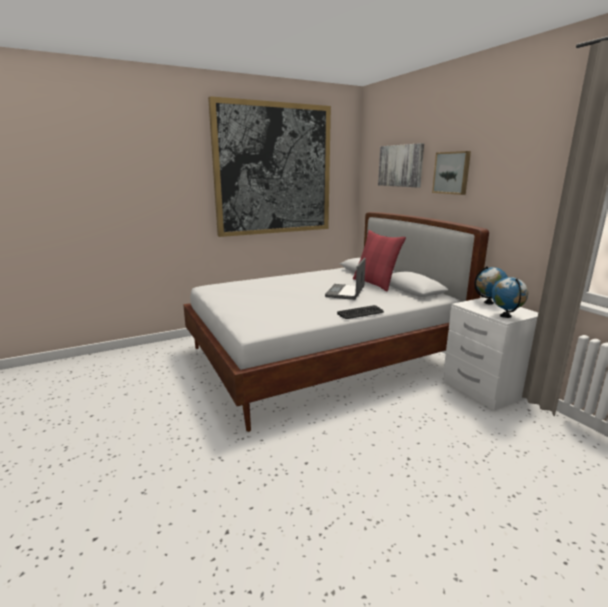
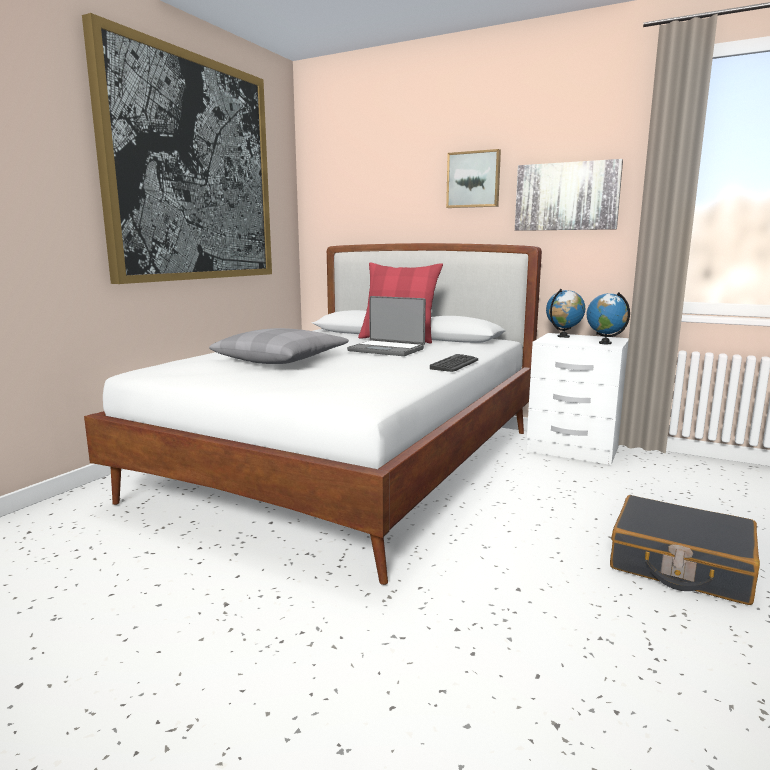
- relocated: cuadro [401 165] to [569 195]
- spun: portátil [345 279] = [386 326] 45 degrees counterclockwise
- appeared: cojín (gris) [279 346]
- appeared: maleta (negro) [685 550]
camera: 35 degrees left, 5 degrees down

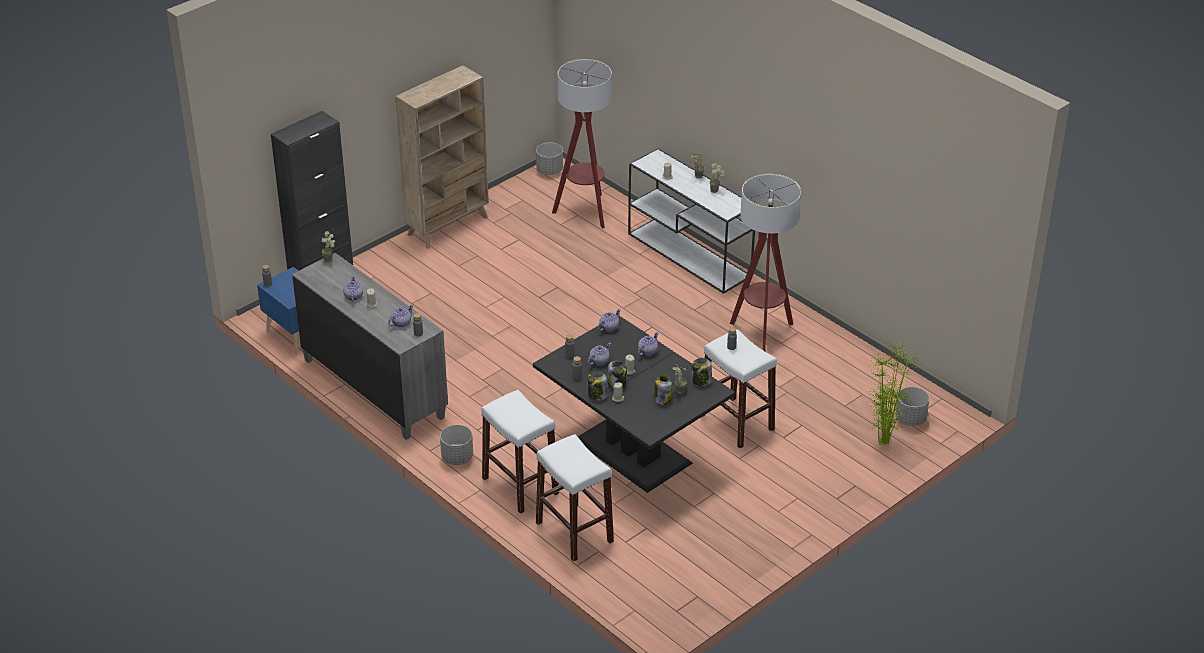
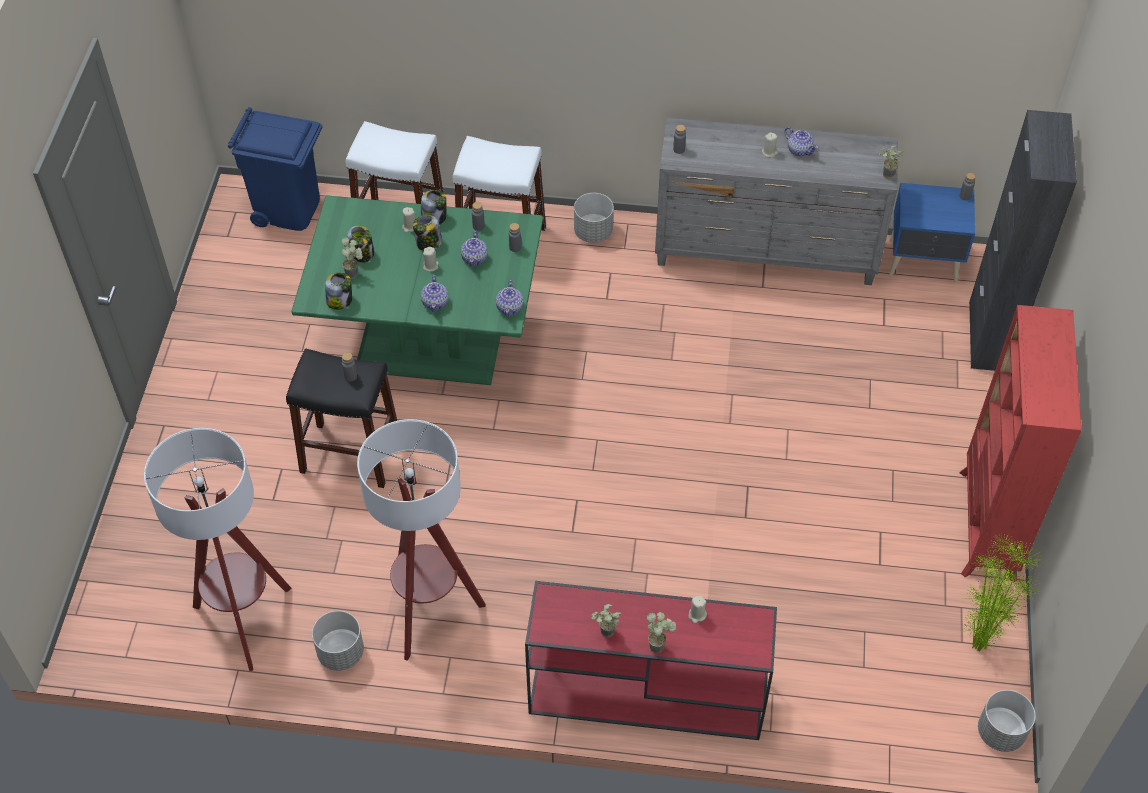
- relocated: lámpara de pie [582 143] to [218 549]
- colour: estantería (beis) [442 156] to estantería (rojo) [1020 444]
- colour: mesa consola (blanco) [691 221] to mesa consola (rojo) [651 660]
- missing: tetera [401 316]
- colour: mesa de comedor (negro) [634 404] to mesa de comedor (verde) [417 290]
- colour: taburete (blanco) [739 388] to taburete (negro) [341 418]
- relocated: planta en maceta [894 393] to [1001 592]
- relocated: maceta (gris) [912 406] to [338 641]
- appeared: papelera (azul) [275 169]
camera: 140 degrees right, 15 degrees up

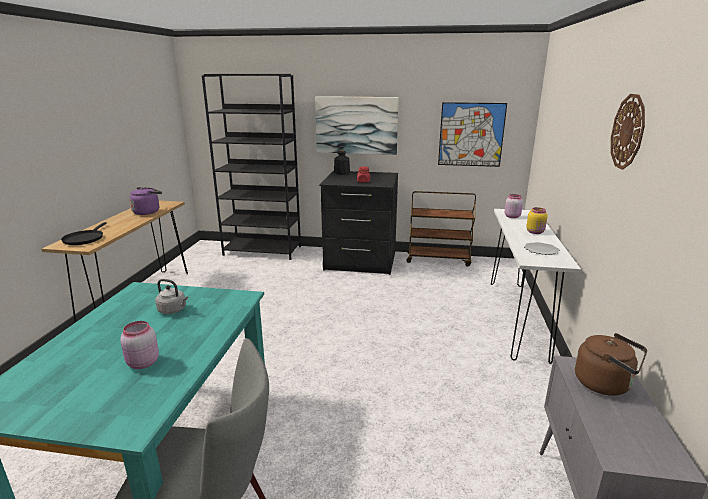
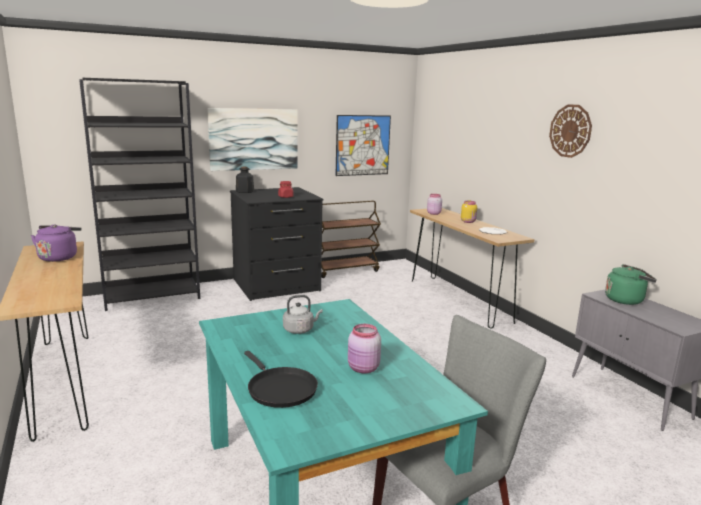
- colour: mesa consola (blanco) [536 286] to mesa consola (marrón) [472 268]
- relocated: sartén (negro) [84 233] to [281 379]
- colour: hervidor (marrón) [611 364] to hervidor (verde) [631 284]
camera: 35 degrees left, 5 degrees down

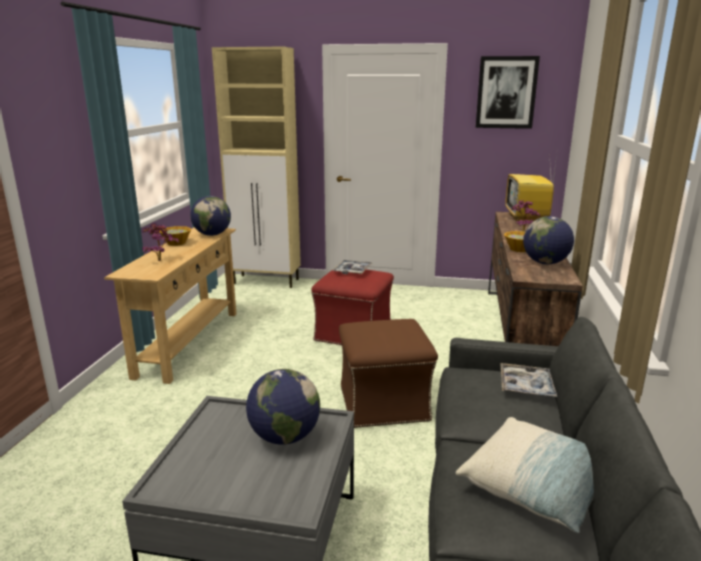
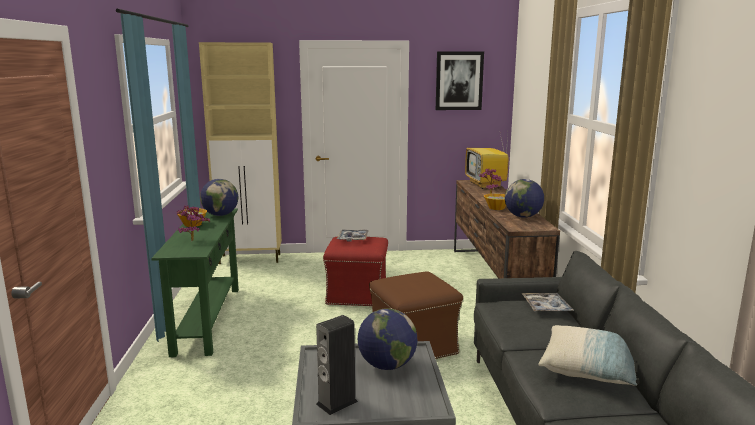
- colour: mesa consola (beis) [170 305] to mesa consola (verde) [195 283]
- appeared: altavoz [337 365]
camera: 15 degrees left, 5 degrees down

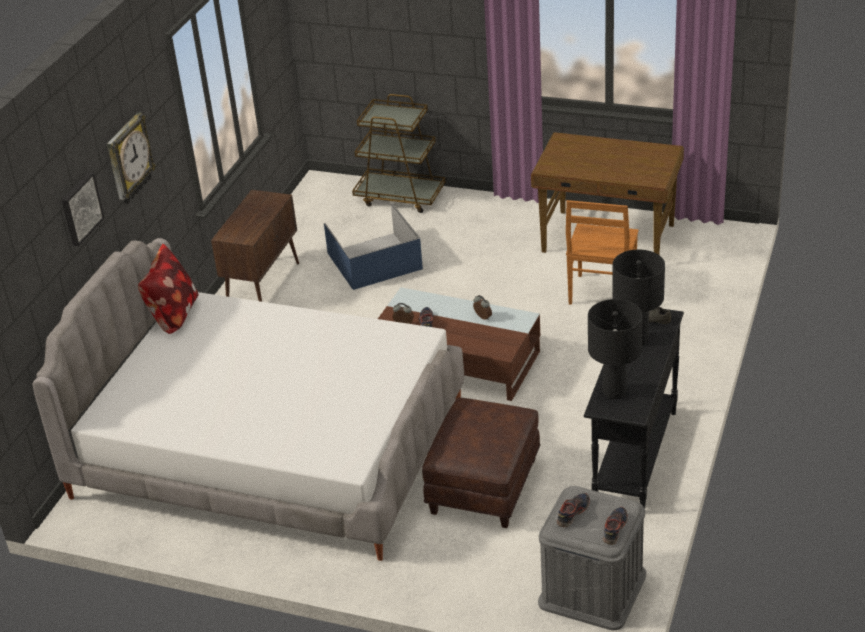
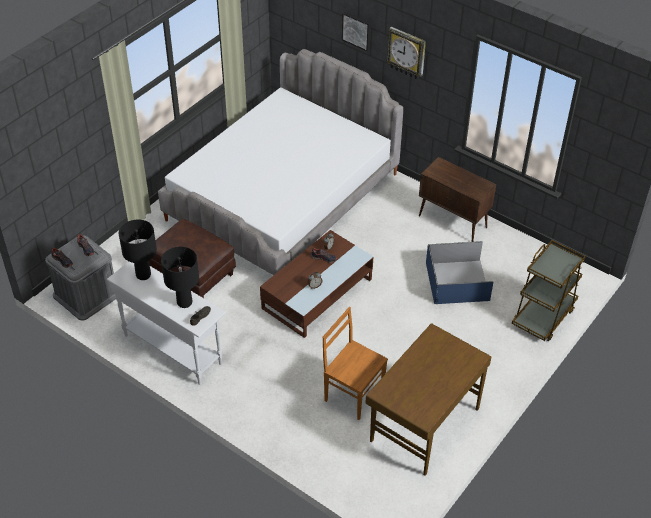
- missing: cojín [168 289]
- colour: mesa consola (negro) [634 408] to mesa consola (blanco) [166 323]
camera: 105 degrees right, 10 degrees up

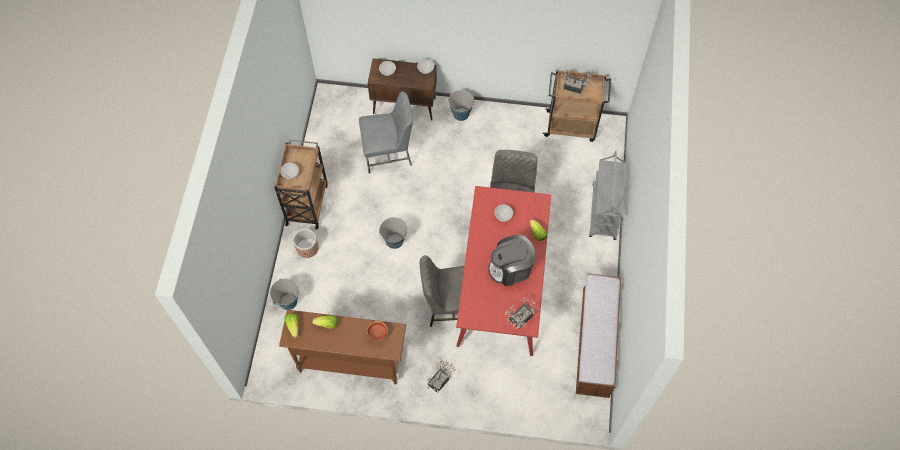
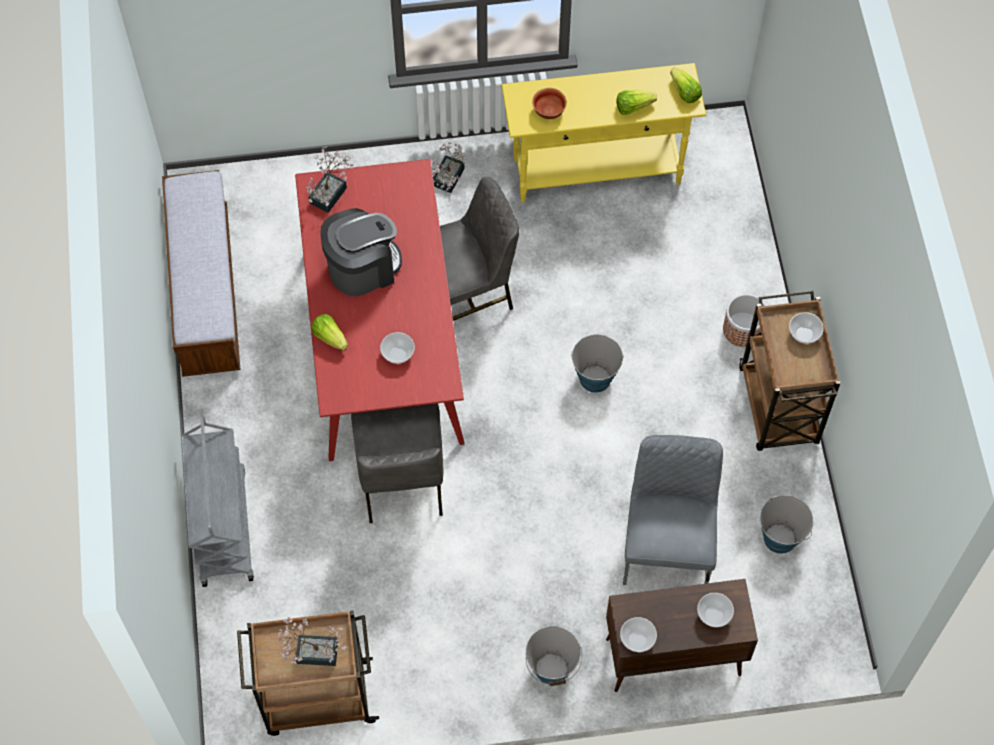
- spun: silla (gris) [386 133] = [673 510] 120 degrees clockwise
- relocated: cubo [284 294] to [787 524]
- colour: mesa consola (marrón) [342 347] to mesa consola (amarillo) [603 132]
camera: 165 degrees right, 0 degrees up

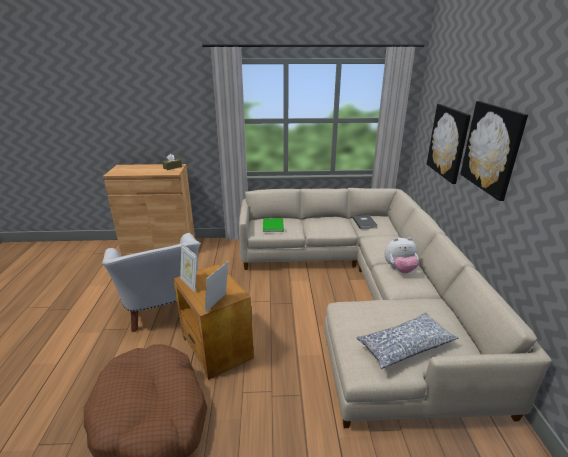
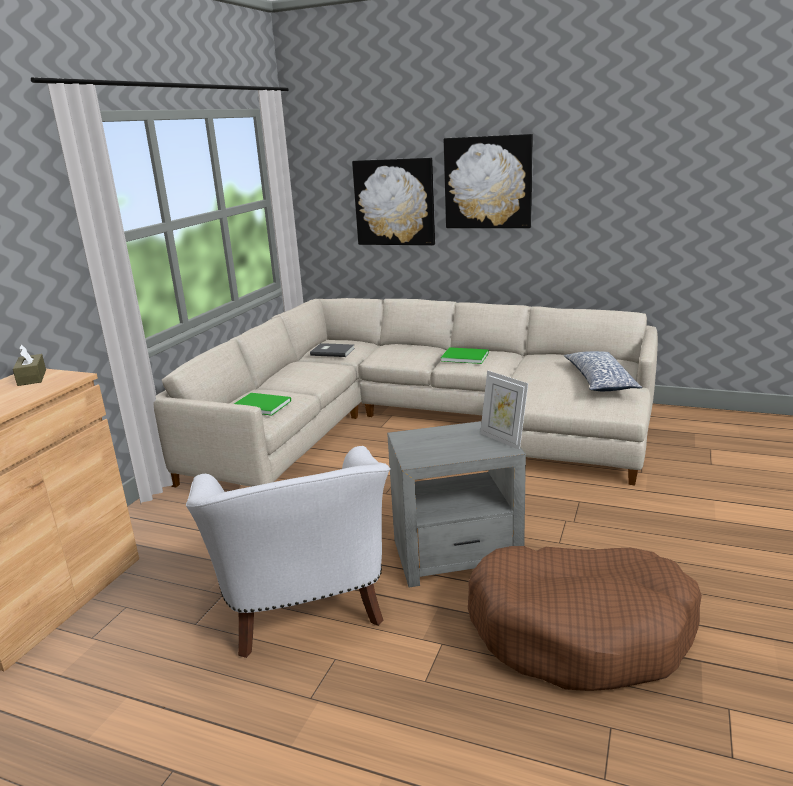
- spun: sillón (blanco) [151 282] = [288 552] 75 degrees clockwise
- exchanged: peluche [401 255] to libro (verde) [465 355]
- missing: portarretratos [188 267]
- colour: mesa auxiliar (marrón) [213 322] to mesa auxiliar (gris) [456 504]
camera: 65 degrees left, 5 degrees down

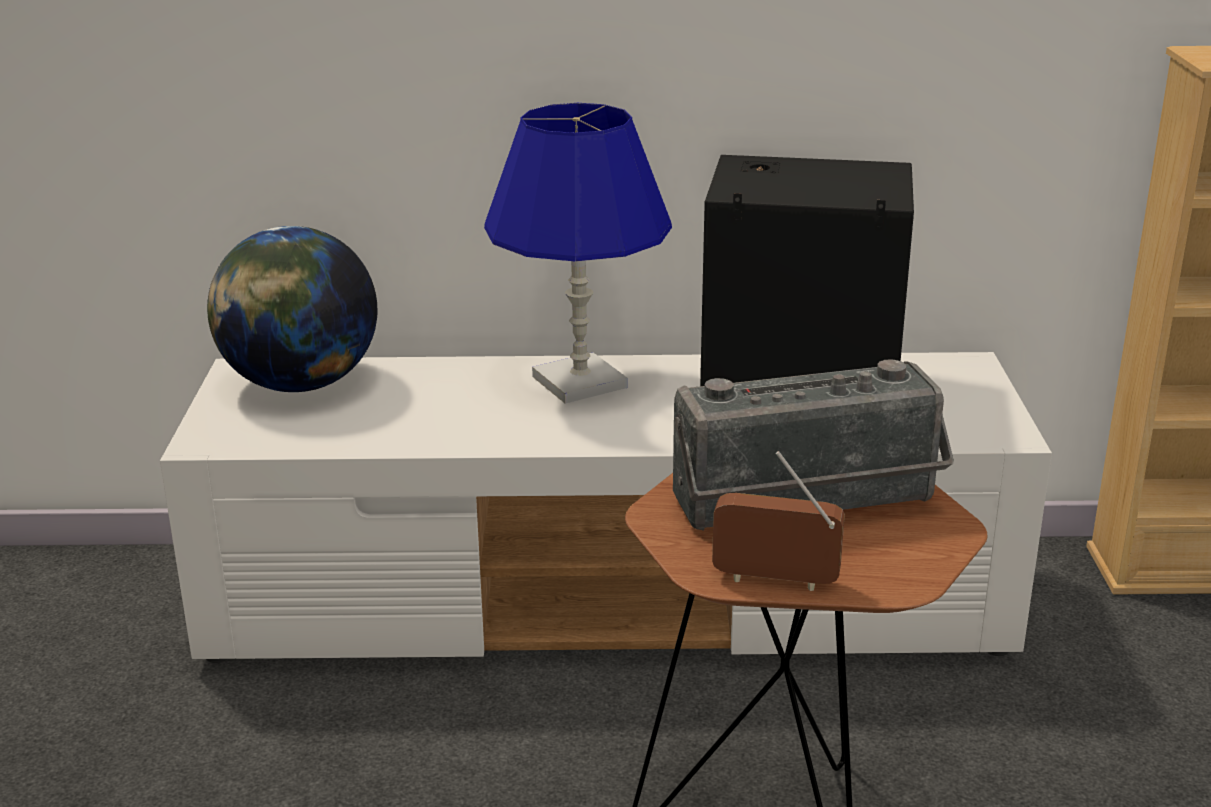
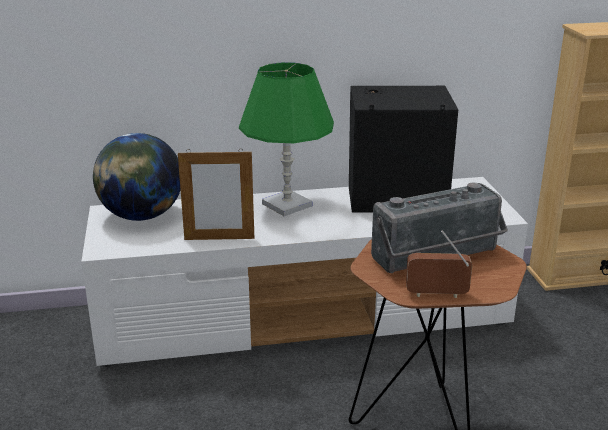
- colour: lámpara de mesa (azul) [578 253] to lámpara de mesa (verde) [286 139]
- appeared: portarretratos [216 194]
camera: 10 degrees left, 0 degrees up

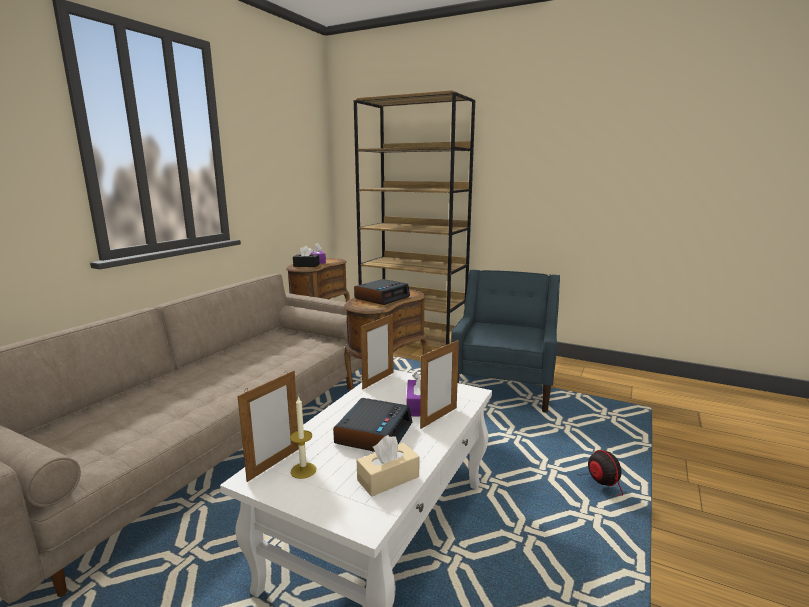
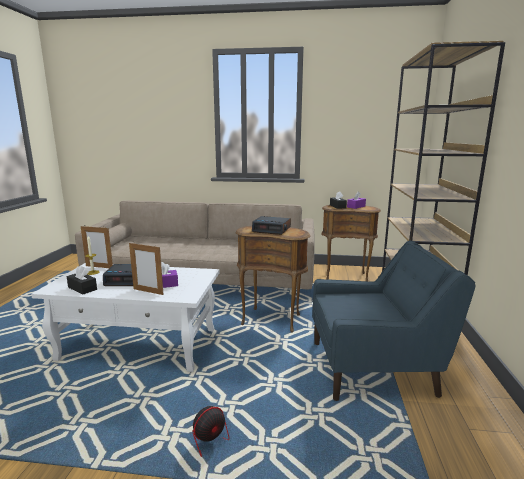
- missing: portarretratos [377 351]
- colour: caja de pañuelos (beis) [388 466] to caja de pañuelos (negro) [82 280]
camera: 70 degrees right, 0 degrees up

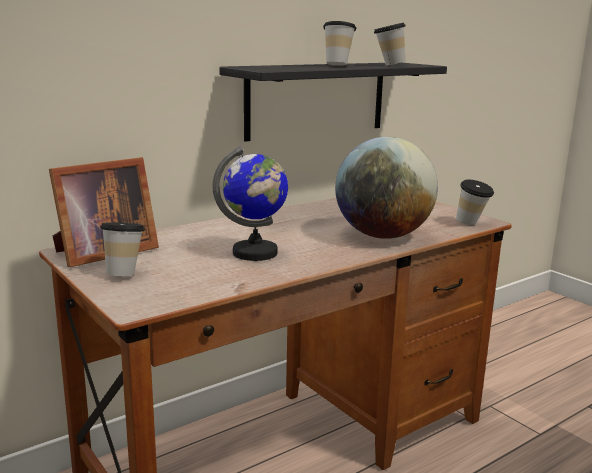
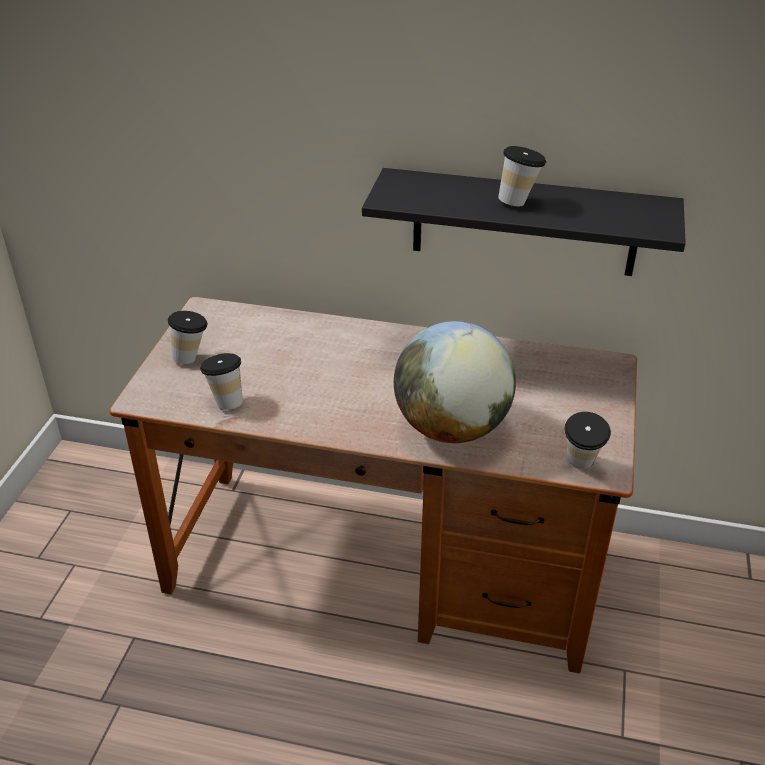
- relocated: taza [390 44] to [221 381]
- missing: globo terráqueo [250 203]
- missing: portarretratos [104 212]
camera: 50 degrees right, 20 degrees up

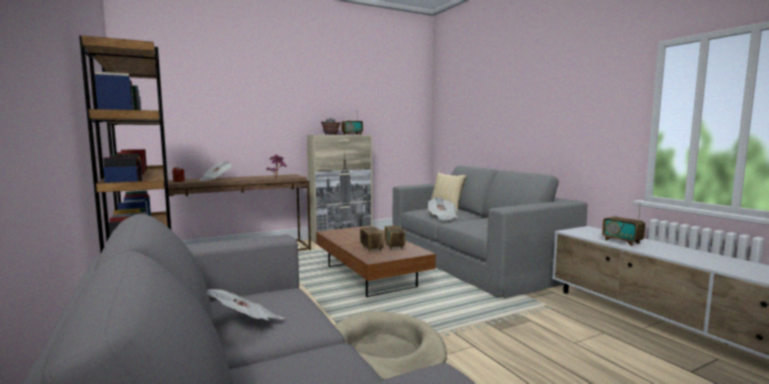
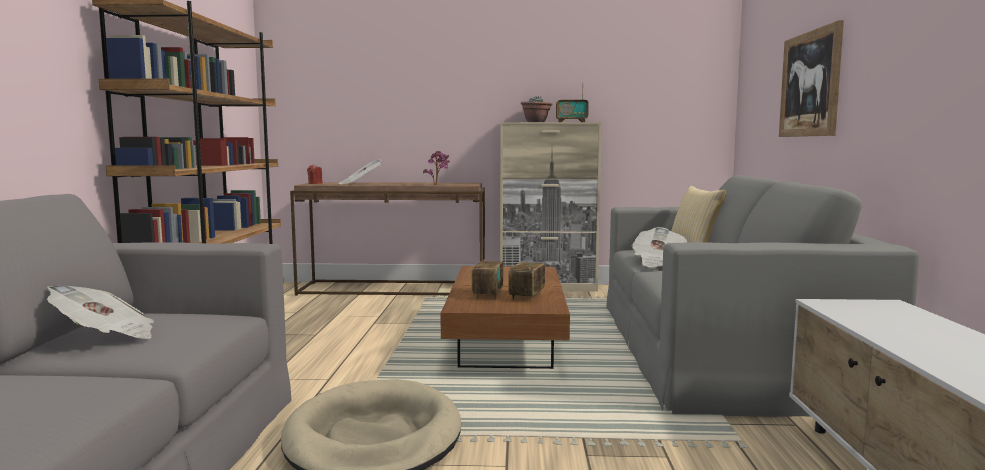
- missing: radio [624 224]
- appeared: cuadro [811 78]
camera: 30 degrees right, 0 degrees up

